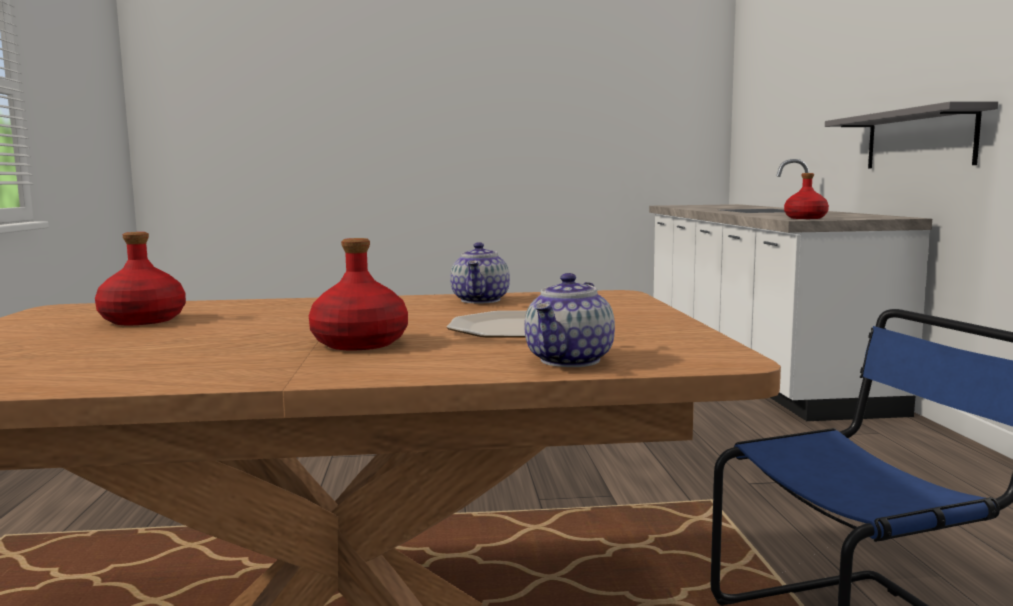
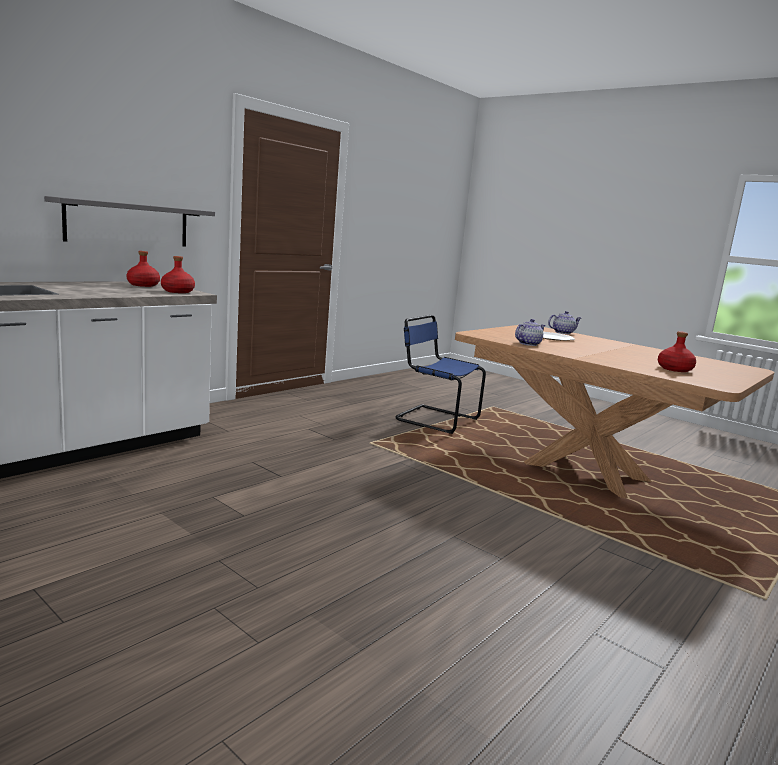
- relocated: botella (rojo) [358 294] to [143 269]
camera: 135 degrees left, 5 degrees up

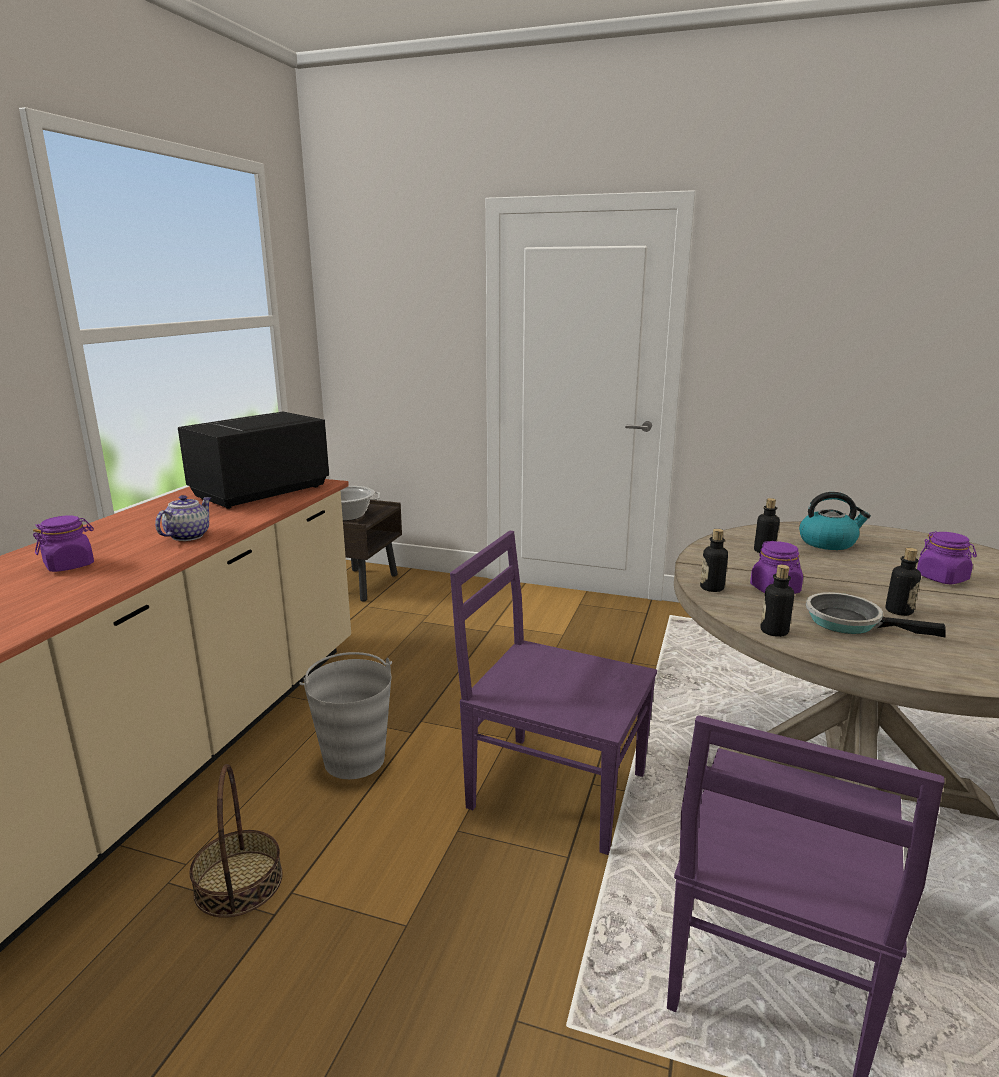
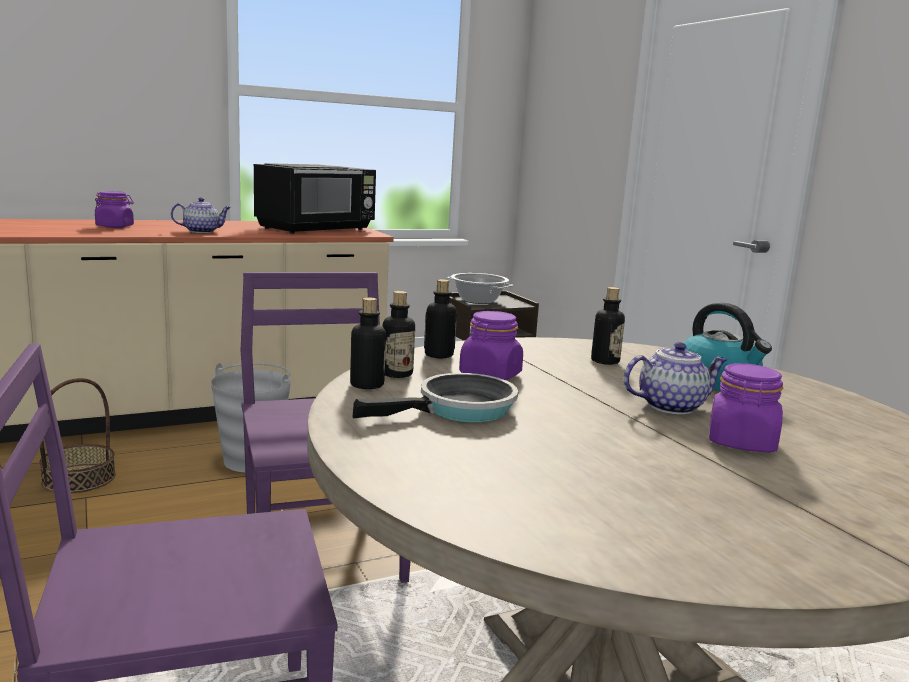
- spun: microondas (negro) [253 460] = [315 198] 135 degrees clockwise
- relocated: botella [903 582] to [398 334]
- spun: sartén [876 615] = [435 397] 75 degrees clockwise
- appeared: tetera [675 378]
camera: 45 degrees right, 5 degrees down

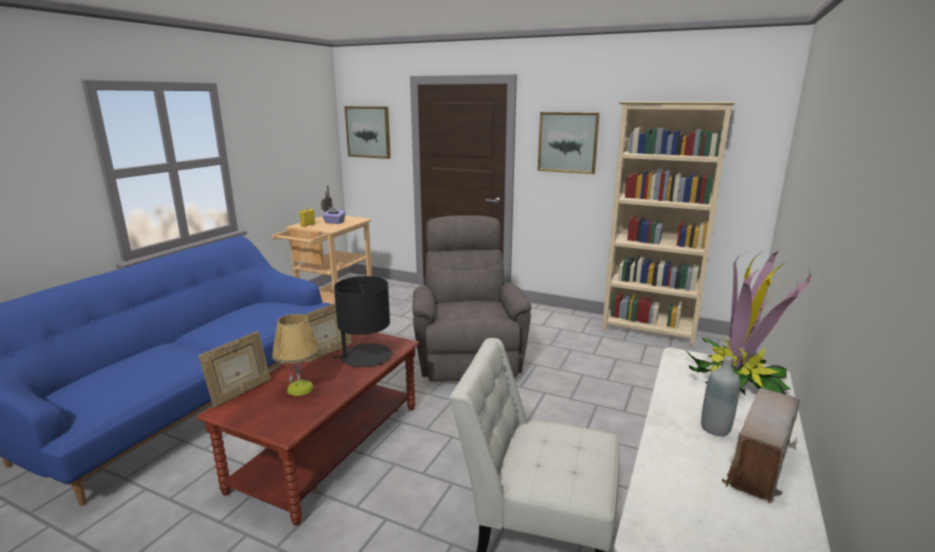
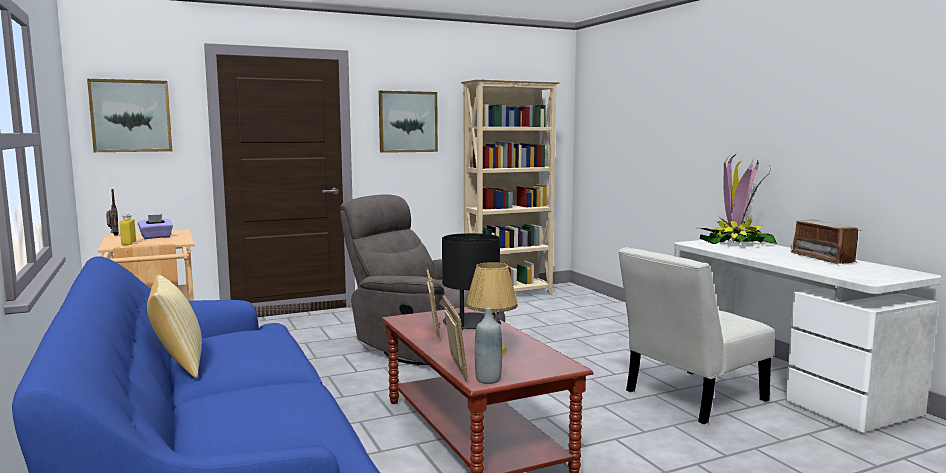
- relocated: botella (gris) [720 396] to [488 345]
- appeared: cojín [174 326]
camera: 50 degrees left, 10 degrees down

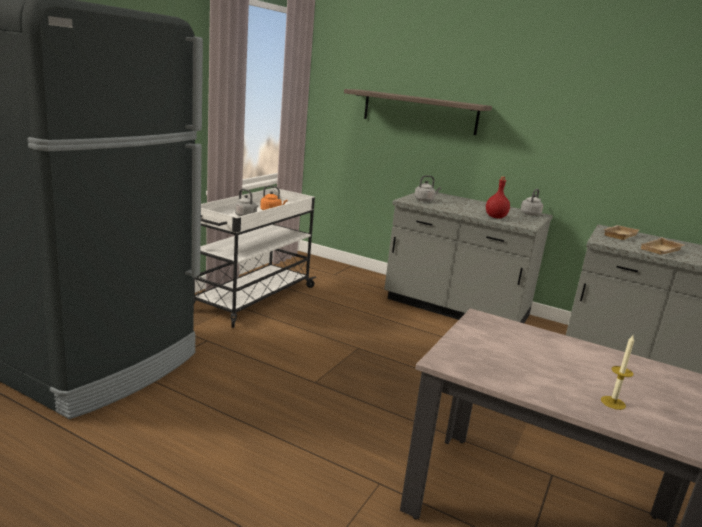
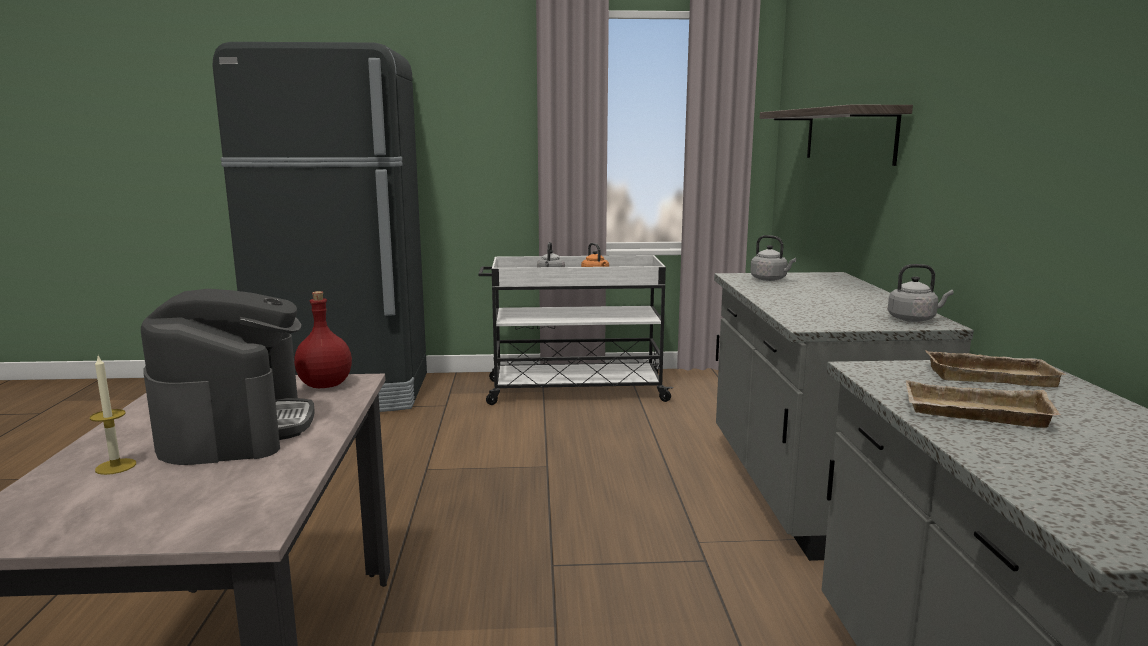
- relocated: botella (rojo) [498 197] to [323 339]
- appeared: cafetera [227 377]
camera: 60 degrees right, 5 degrees down

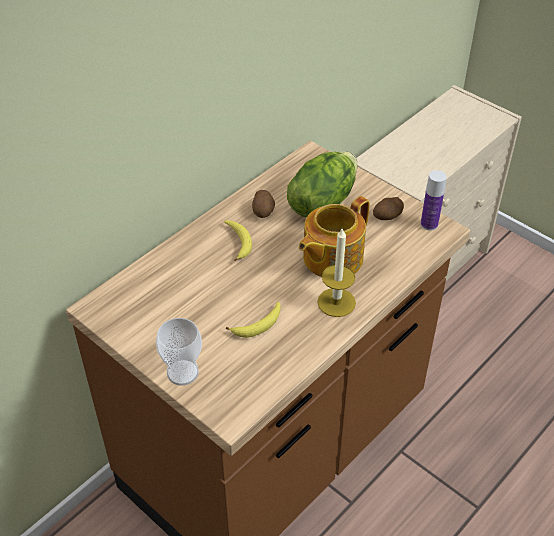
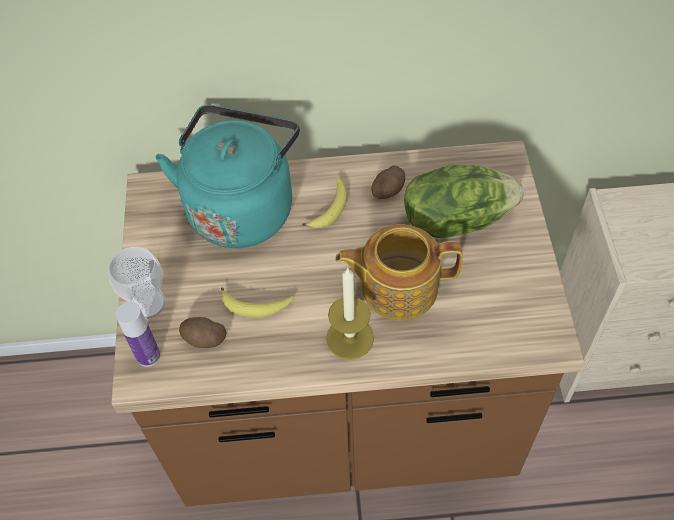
- relocated: botella [434 200] to [138 334]
- relocated: patata [388 208] to [202 332]
- appeared: hervidor (turquesa) [227 176]
camera: 45 degrees right, 10 degrees up

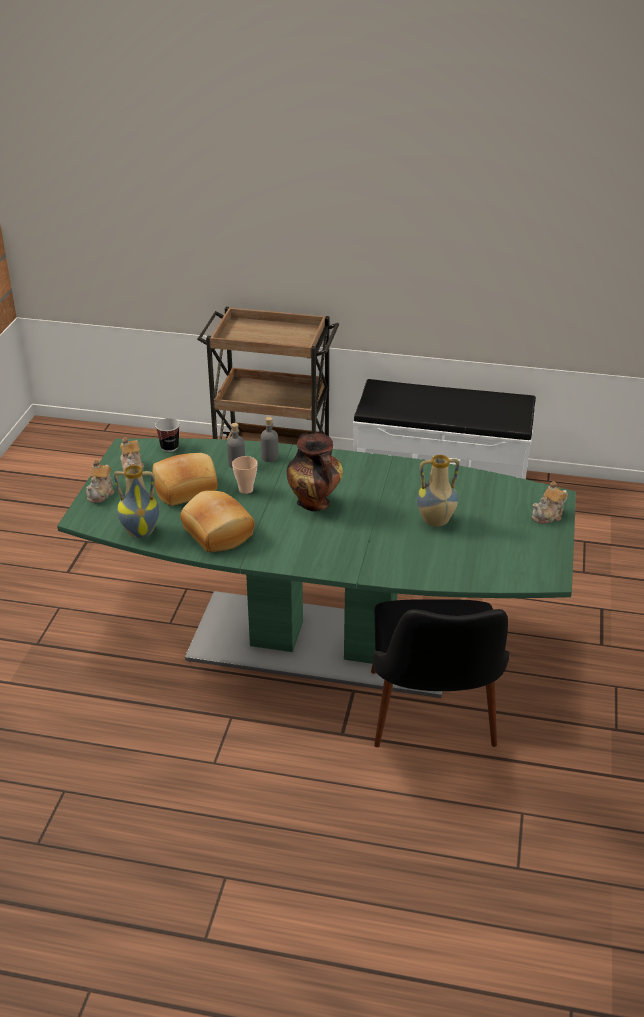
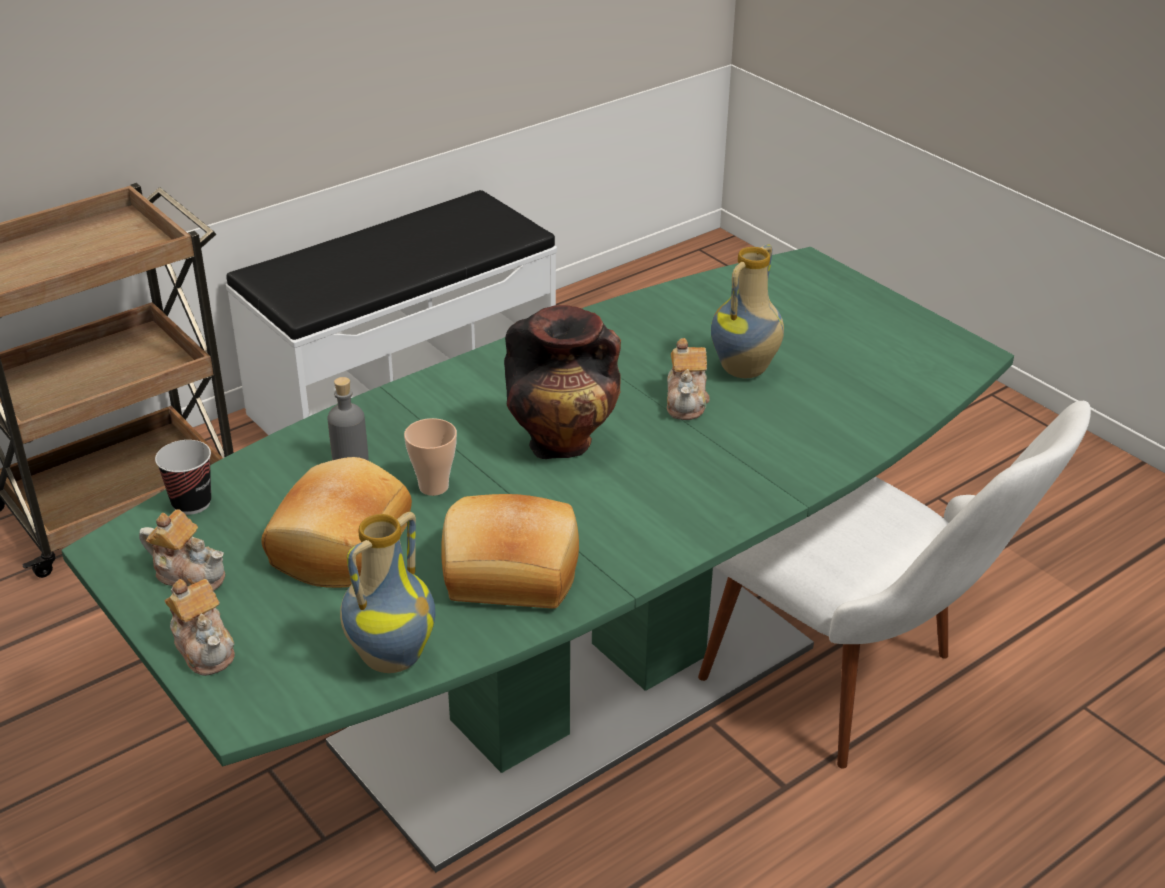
- missing: botella (gris) [269 439]
- relocated: tetera [550 502] to [688 379]
- colour: silla (negro) [440 673] to silla (blanco) [894 585]
camera: 50 degrees left, 0 degrees up

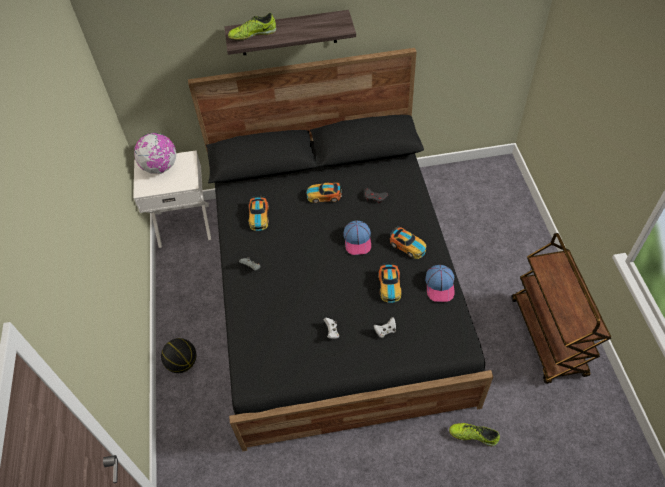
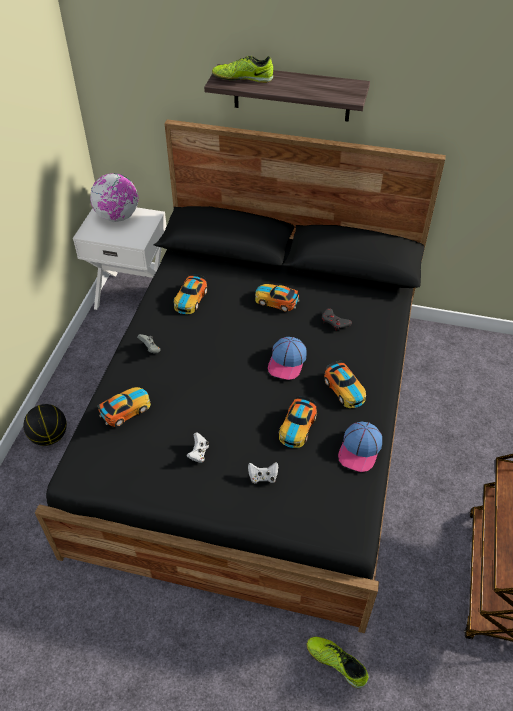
- appeared: coche de juguete [124 407]
camera: 20 degrees right, 5 degrees down

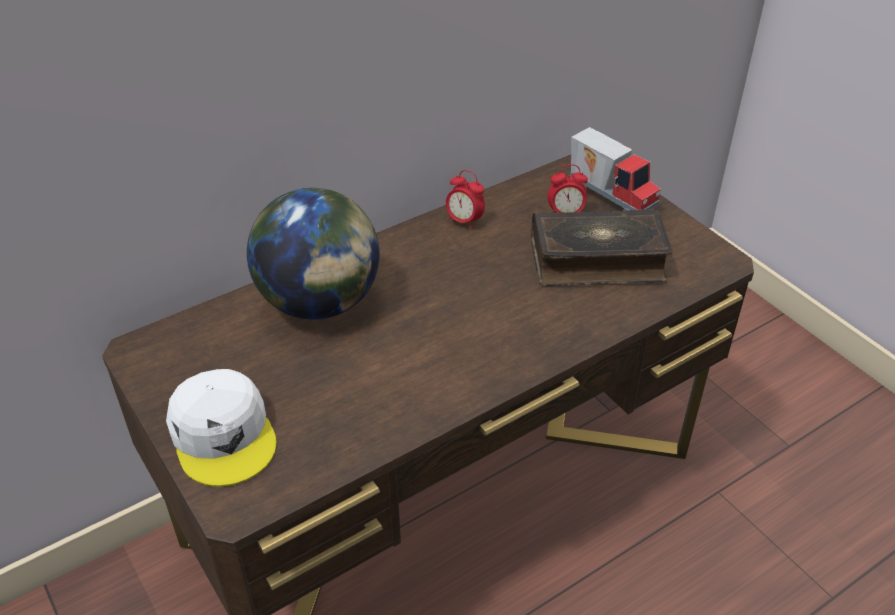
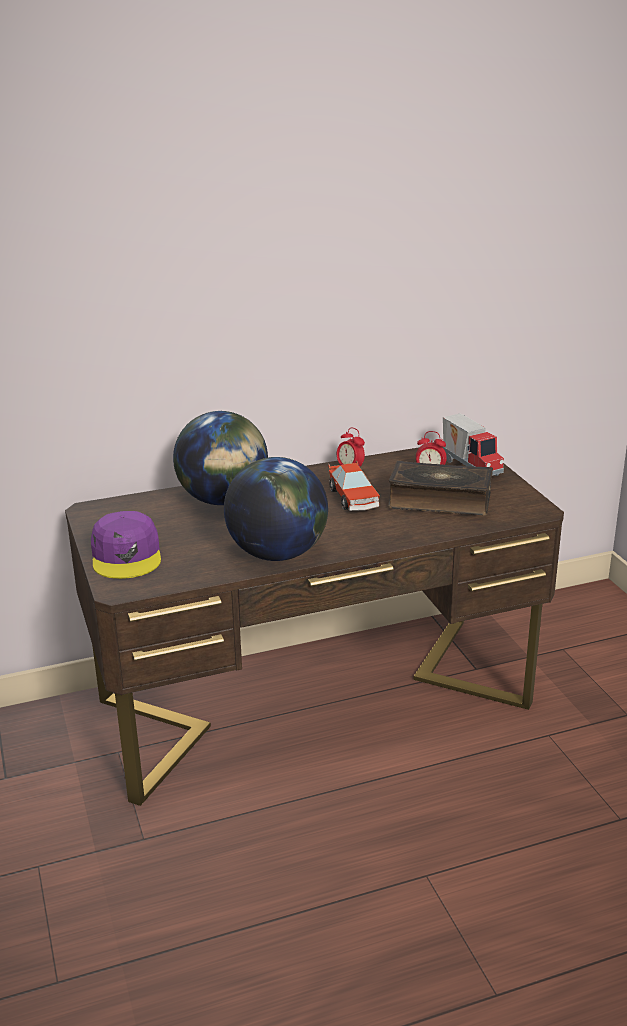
- colour: gorra (blanco) [221 427] to gorra (morado) [126 545]
- appeared: globo terráqueo [276 509]
- appeared: coche de juguete [354 485]
camera: 15 degrees right, 15 degrees down

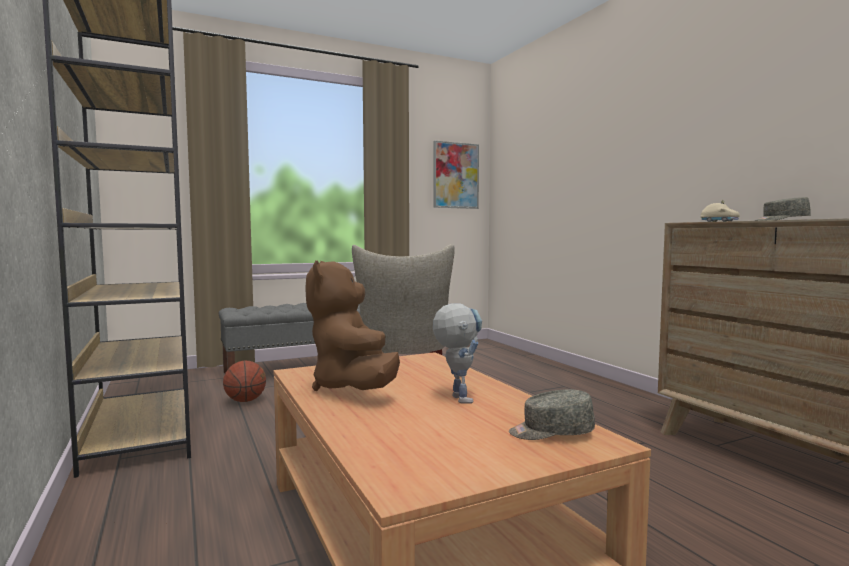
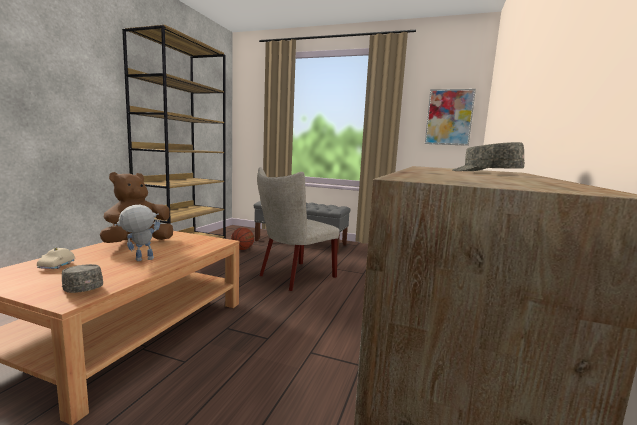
- relocated: coche de juguete (beis) [720 211] to [56 258]
- spun: robot de juguete [457 353] = [137 233] 150 degrees counterclockwise
camera: 45 degrees right, 5 degrees up

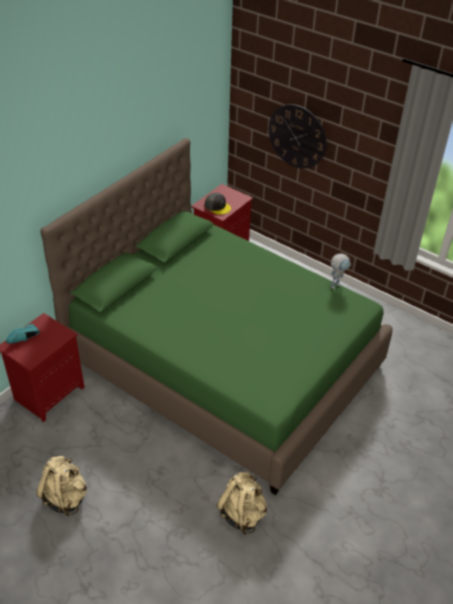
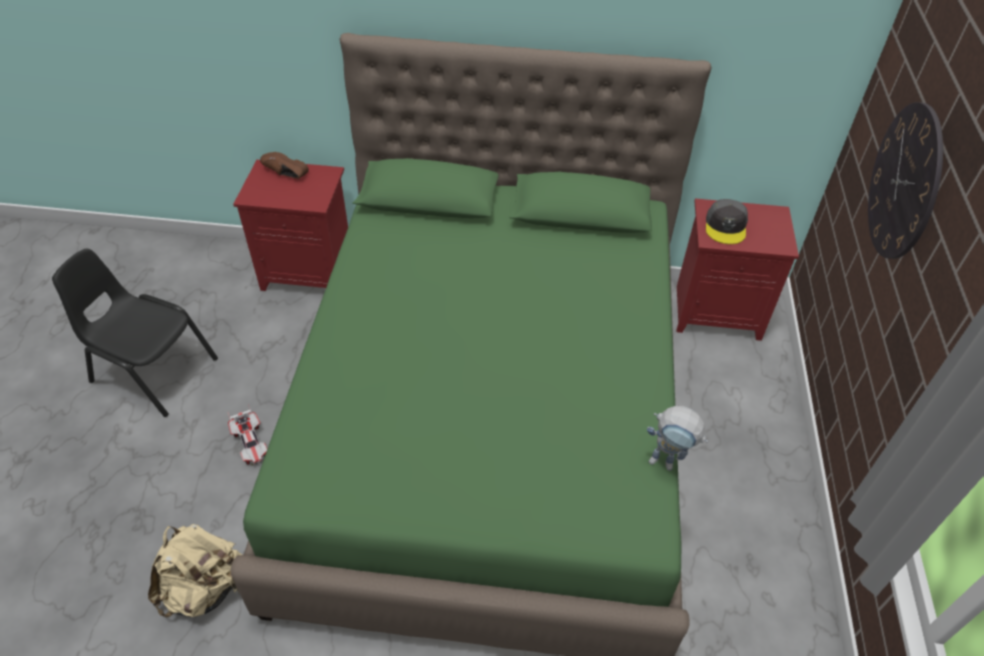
- colour: zapato (turquesa) [23 334] to zapato (marrón) [284 165]
- exchanged: mochila (beis) [61 486] to silla (negro) [135 333]
- appeared: coche de juguete [247 434]
camera: 60 degrees right, 5 degrees up

